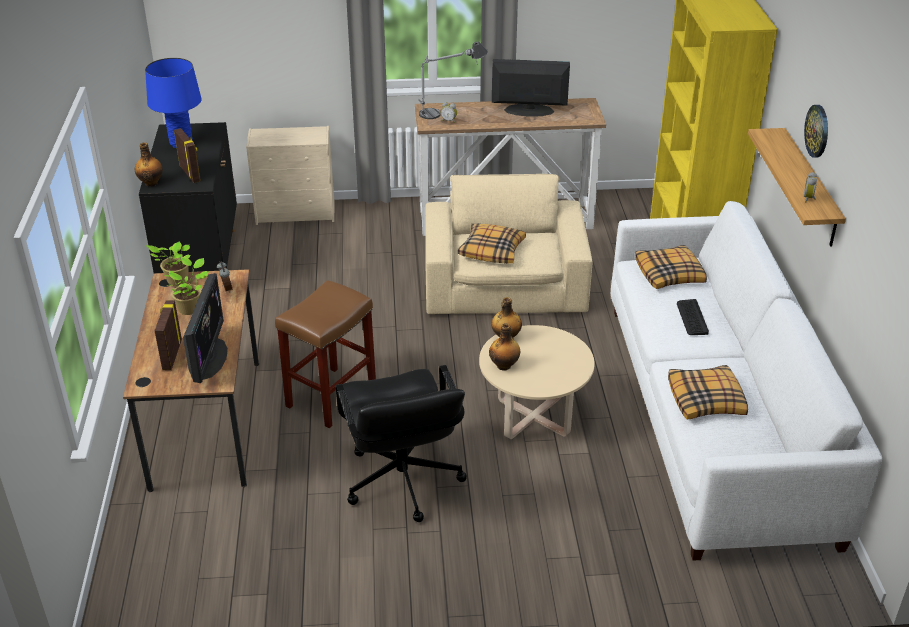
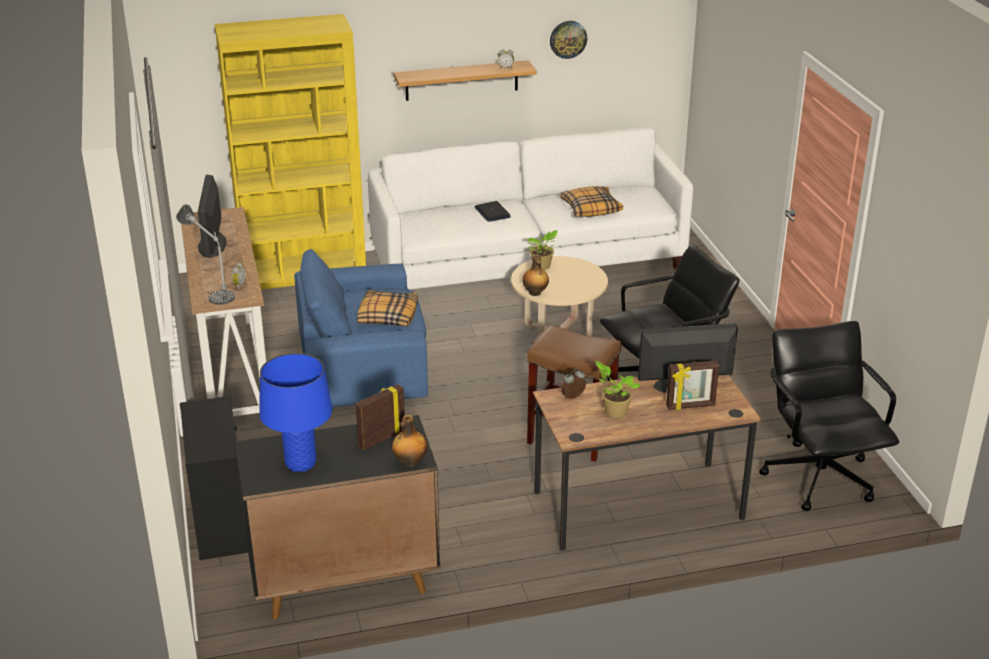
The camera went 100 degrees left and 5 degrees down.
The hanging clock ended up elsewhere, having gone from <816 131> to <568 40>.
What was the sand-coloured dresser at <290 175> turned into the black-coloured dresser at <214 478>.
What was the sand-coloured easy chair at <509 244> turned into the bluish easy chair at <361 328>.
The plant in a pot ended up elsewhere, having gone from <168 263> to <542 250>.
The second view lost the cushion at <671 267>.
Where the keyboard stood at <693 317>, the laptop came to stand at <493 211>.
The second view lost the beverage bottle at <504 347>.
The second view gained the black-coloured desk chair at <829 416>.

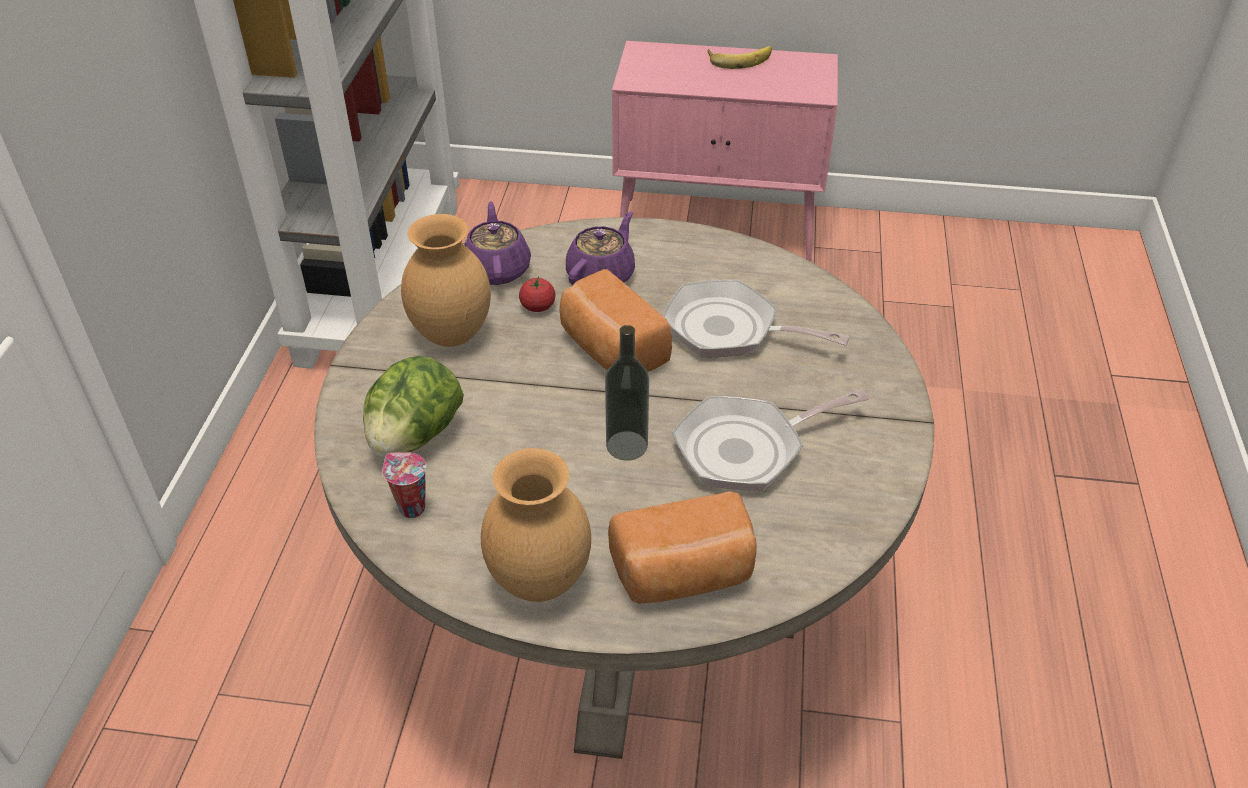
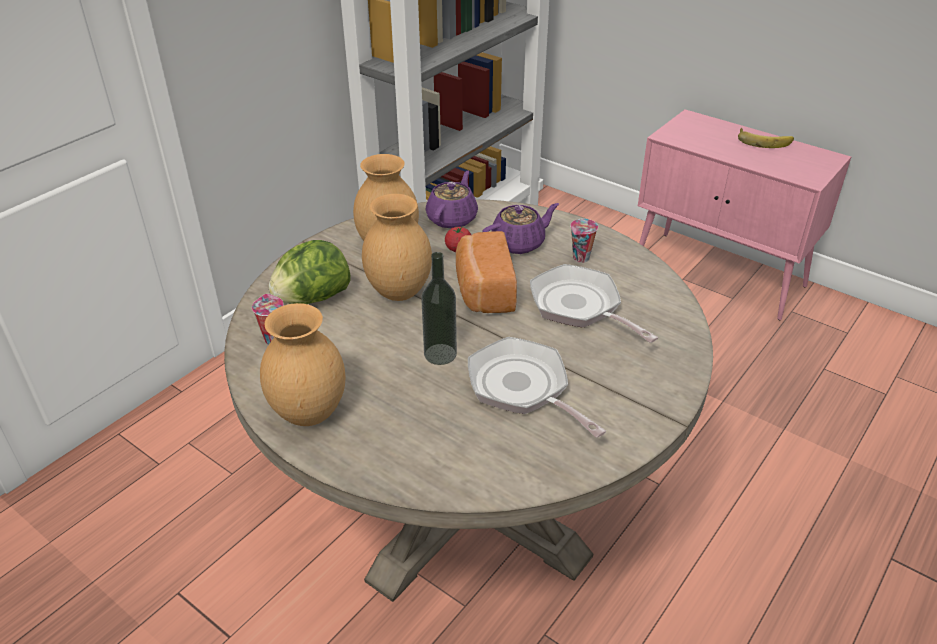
The camera went 30 degrees right and 5 degrees down.
The pan at <770 440> ended up facing another way, 45 degrees clockwise from before.
The second view lost the bakery bread at <682 547>.
The second view gained the brown decorative vase at <397 247>.
The second view gained the drinking cup at <584 241>.

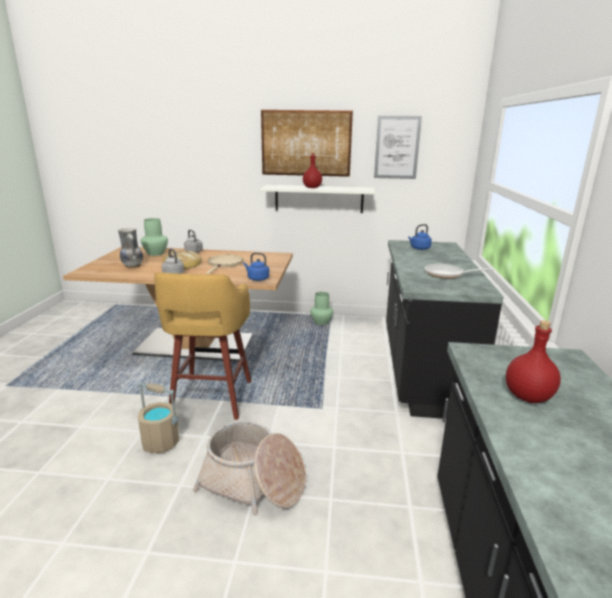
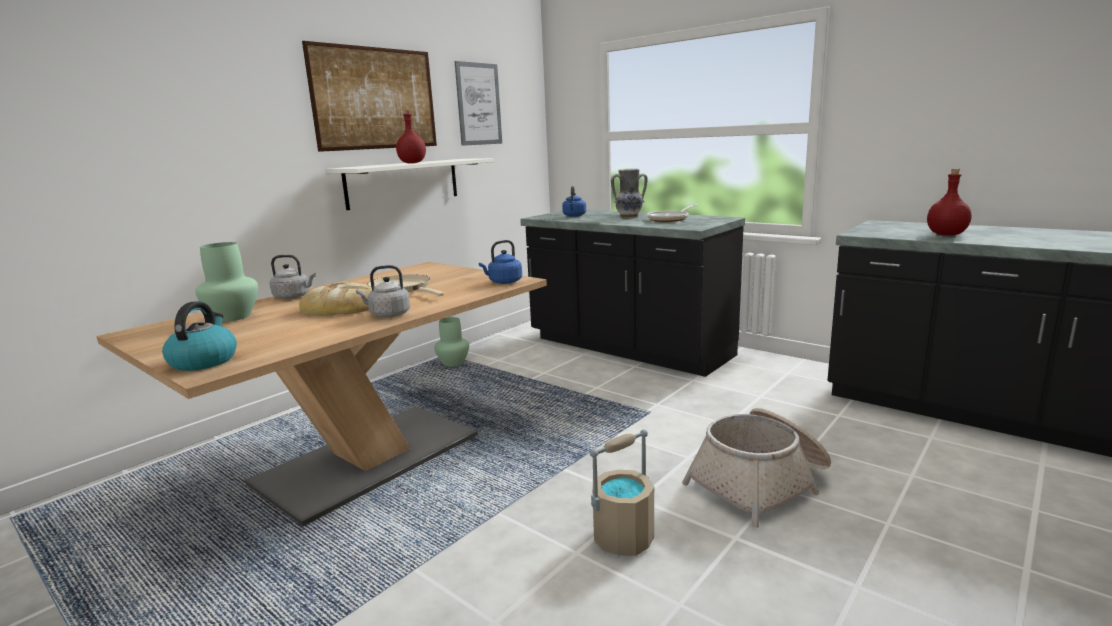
The camera went 55 degrees left and 5 degrees down.
The decorative vase ended up elsewhere, having gone from <130 248> to <629 193>.
The second view lost the yellow-coloured stool at <202 346>.
The second view gained the water kettle at <199 336>.

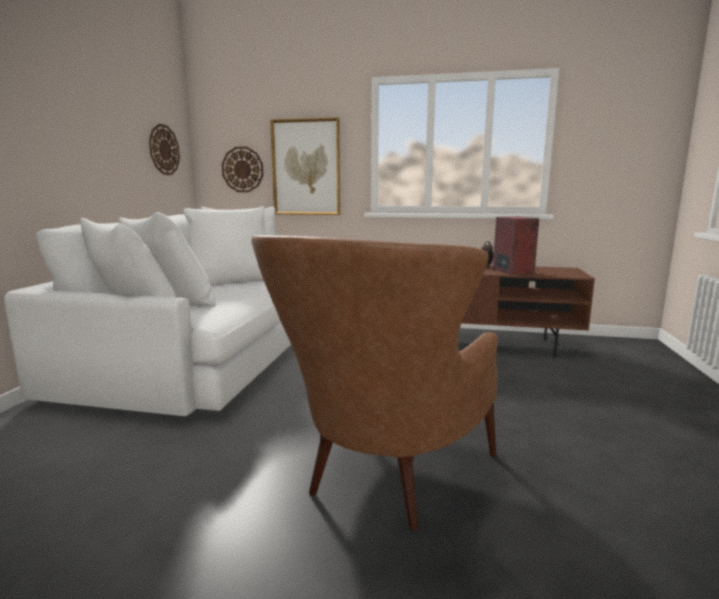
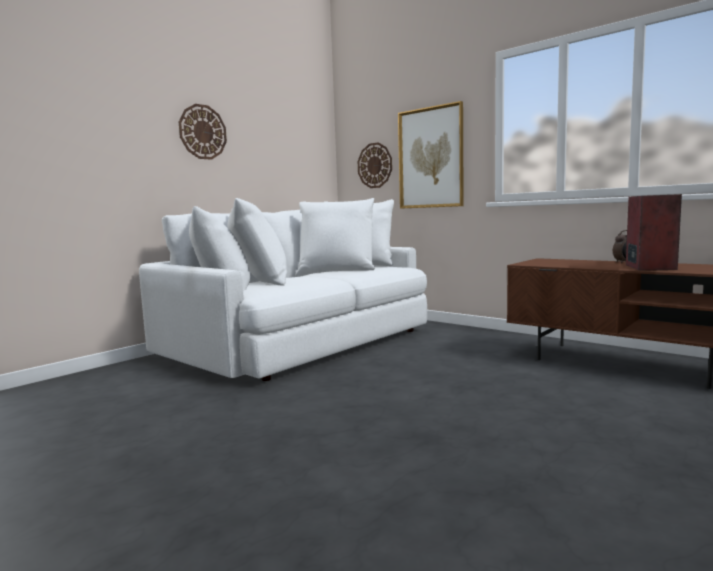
The camera went 30 degrees right and 5 degrees down.
The hanging clock ended up elsewhere, having gone from <164 149> to <203 132>.
The second view lost the brown easy chair at <374 383>.

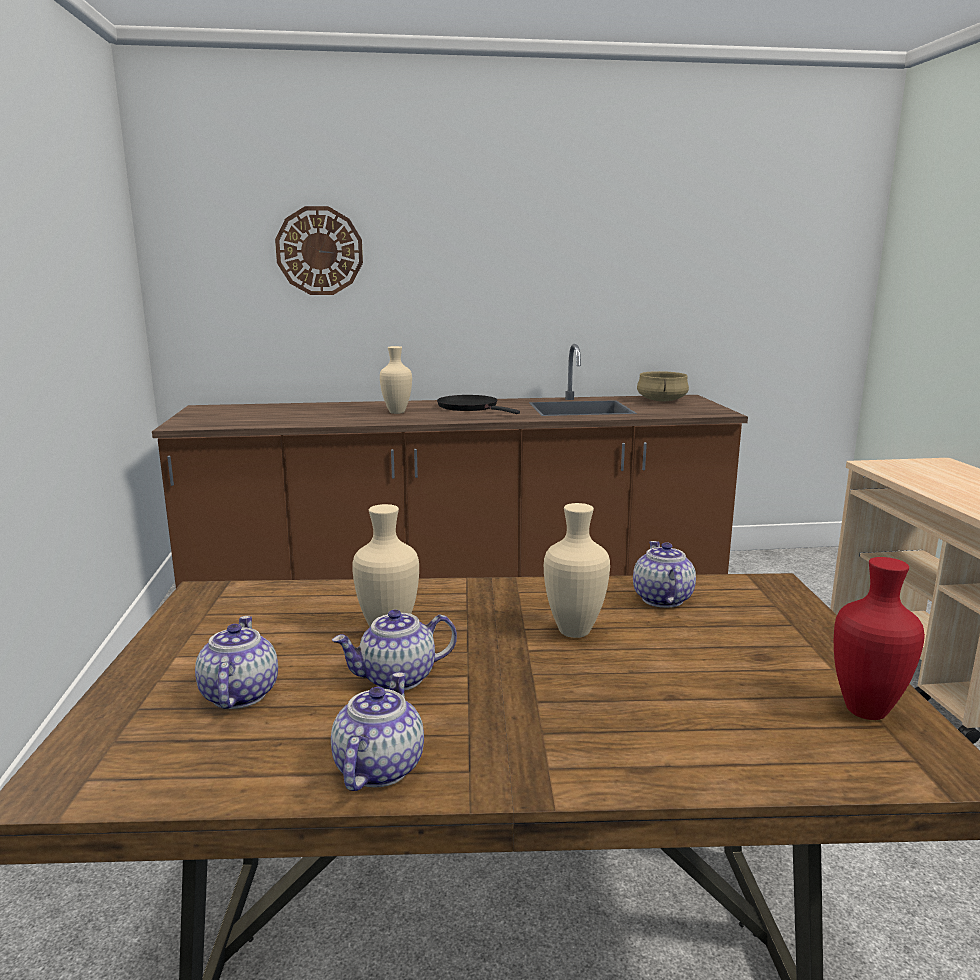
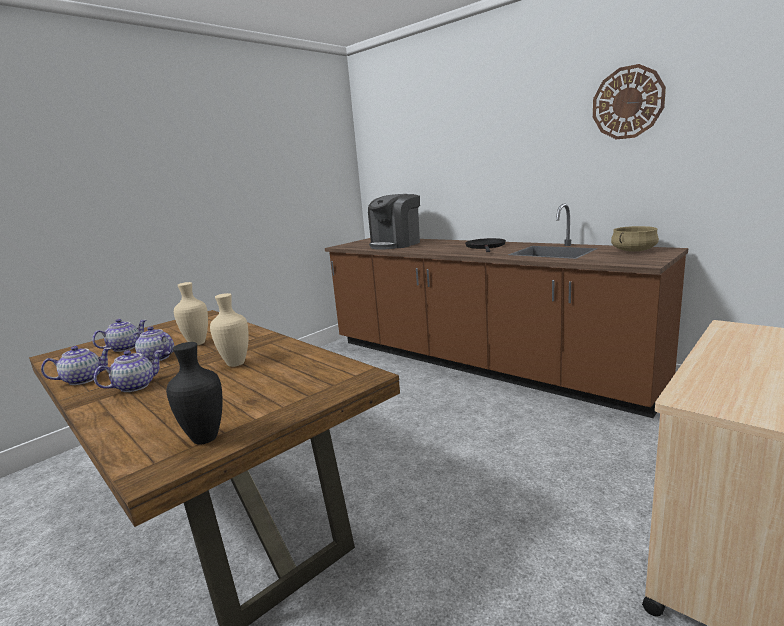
The camera went 50 degrees right and 0 degrees up.
The hanging clock ended up elsewhere, having gone from <319 250> to <629 102>.
The second view lost the sand-coloured decorative vase at <396 380>.
The pot for tea ended up elsewhere, having gone from <664 574> to <128 371>.
What was the red-coloured decorative vase at <879 638> turned into the black-coloured decorative vase at <194 393>.
The second view gained the coffee machine at <394 221>.

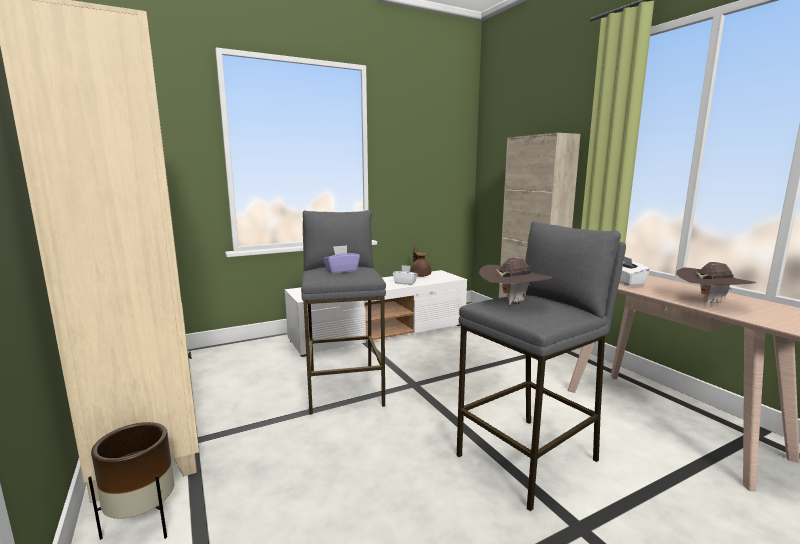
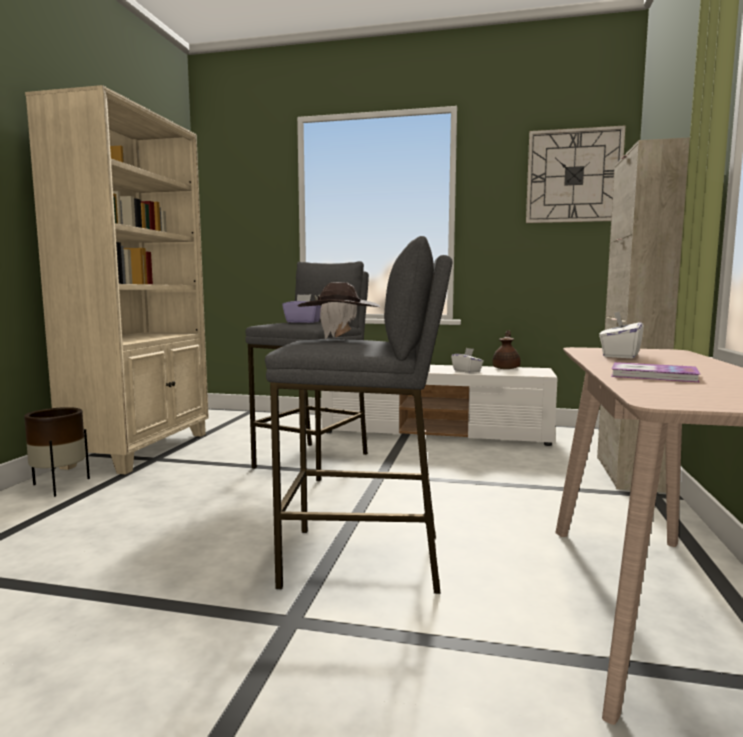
The camera went 40 degrees right and 5 degrees down.
Where the brown wearable hat stood at <716 283>, the book came to stand at <655 372>.
The second view gained the hanging clock at <576 174>.

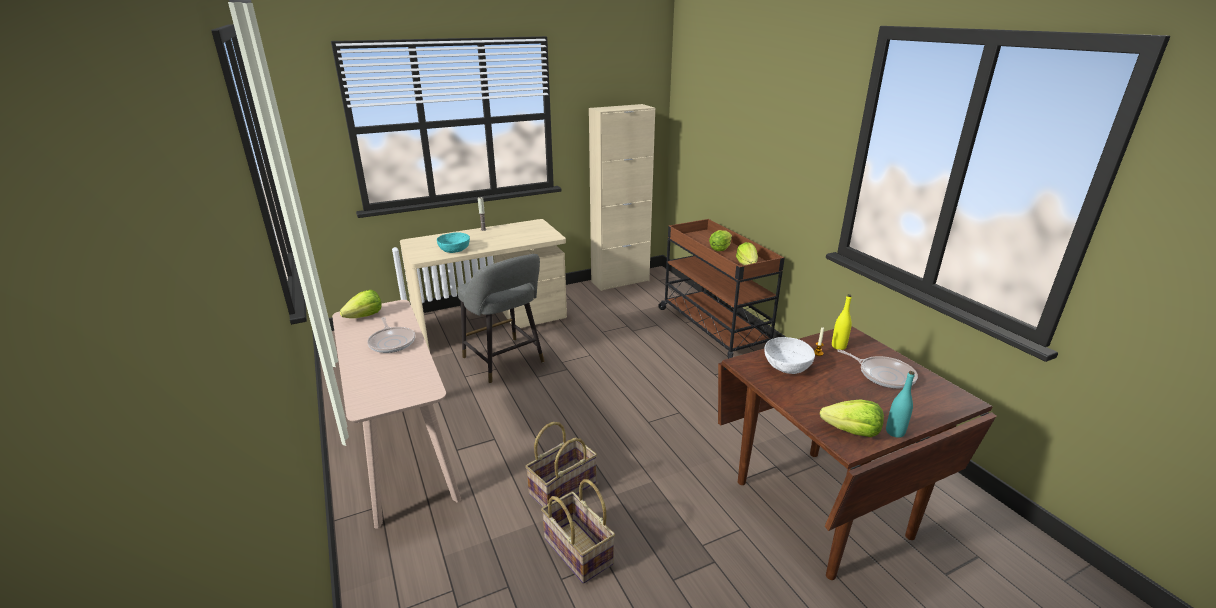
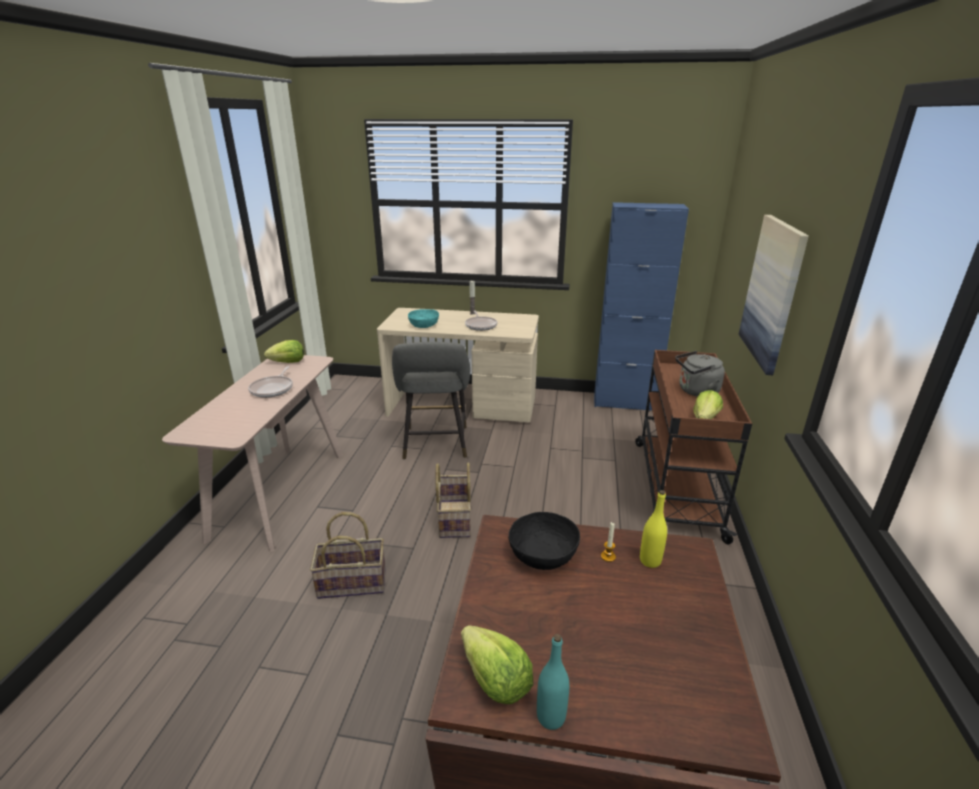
The camera went 35 degrees right and 0 degrees up.
What was the sand-coloured cabinet at <622 197> turned into the bluish cabinet at <641 306>.
Where the lettuce head stood at <720 240>, the grey water kettle came to stand at <700 374>.
What was the whitish serving bowl at <789 355> turned into the black-coloured serving bowl at <544 541>.
The pan ended up elsewhere, having gone from <877 368> to <481 320>.
The basket ended up elsewhere, having gone from <578 531> to <453 500>.
The second view gained the wall art at <774 295>.

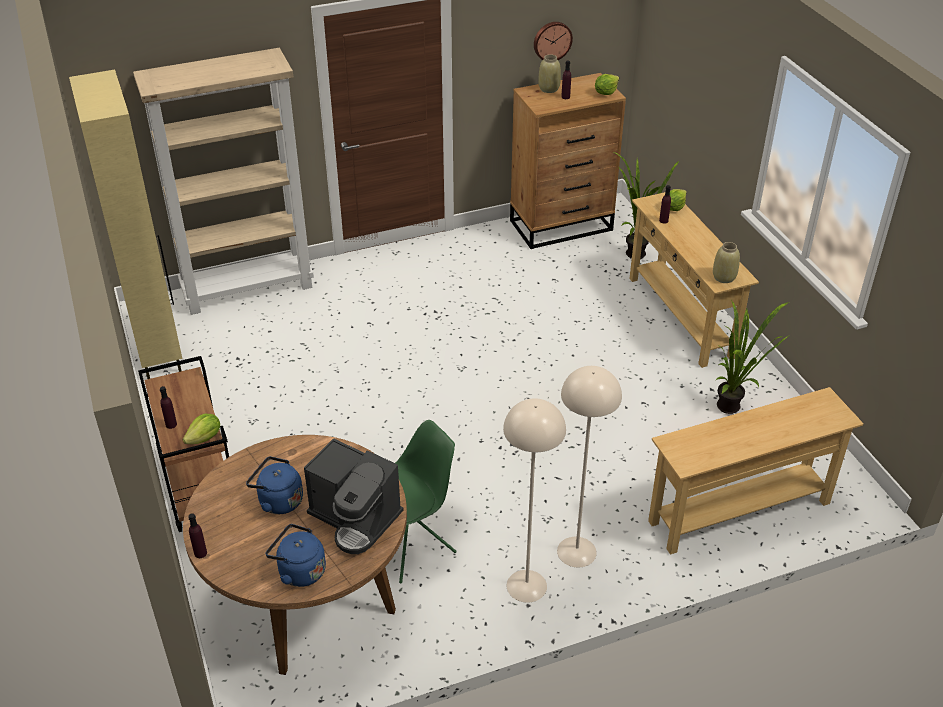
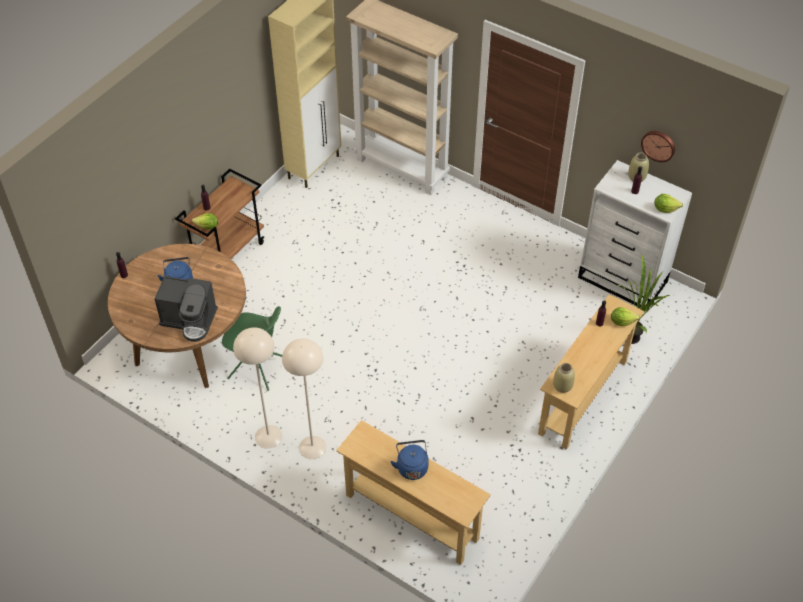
The camera went 55 degrees right and 10 degrees up.
What was the brown dresser at <568 161> turned into the whitish dresser at <635 234>.
The second view lost the plant in a pot at <752 357>.
The coffee machine at <353 496> ended up facing another way, 75 degrees counterclockwise from before.
The bluish water kettle ended up elsewhere, having gone from <296 555> to <409 460>.

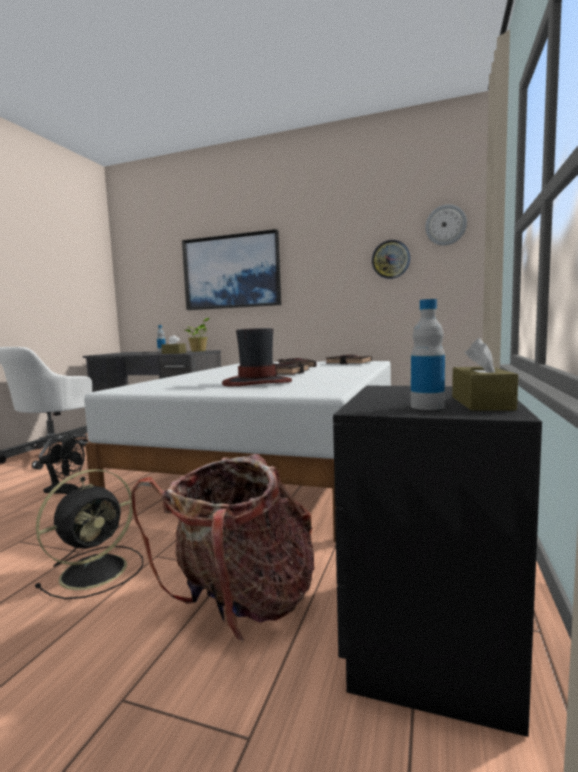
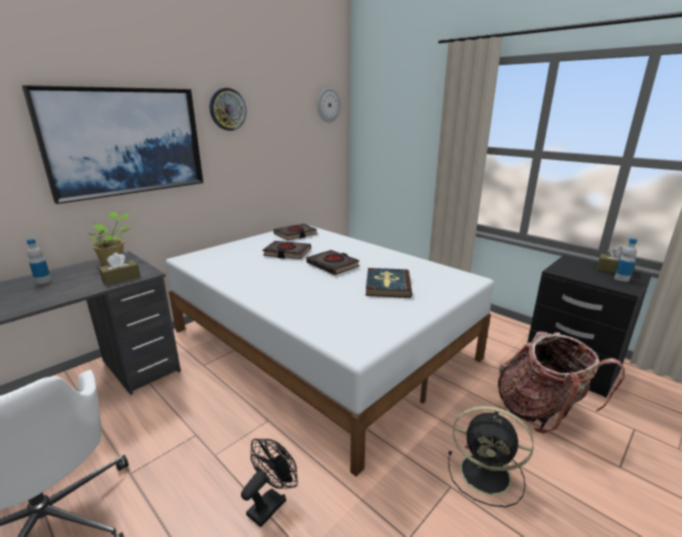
The camera went 65 degrees left and 15 degrees up.
The hanging clock ended up elsewhere, having gone from <391 259> to <228 109>.
Where the wearable hat stood at <257 357>, the book came to stand at <389 283>.
The black-coloured cooling fan at <89 534> ended up facing another way, 135 degrees clockwise from before.

